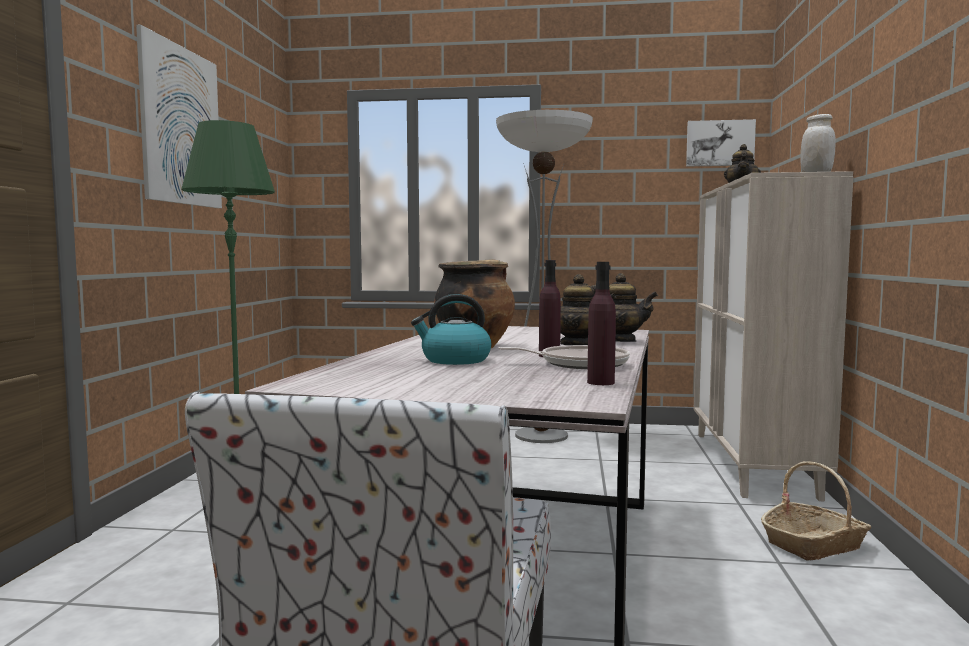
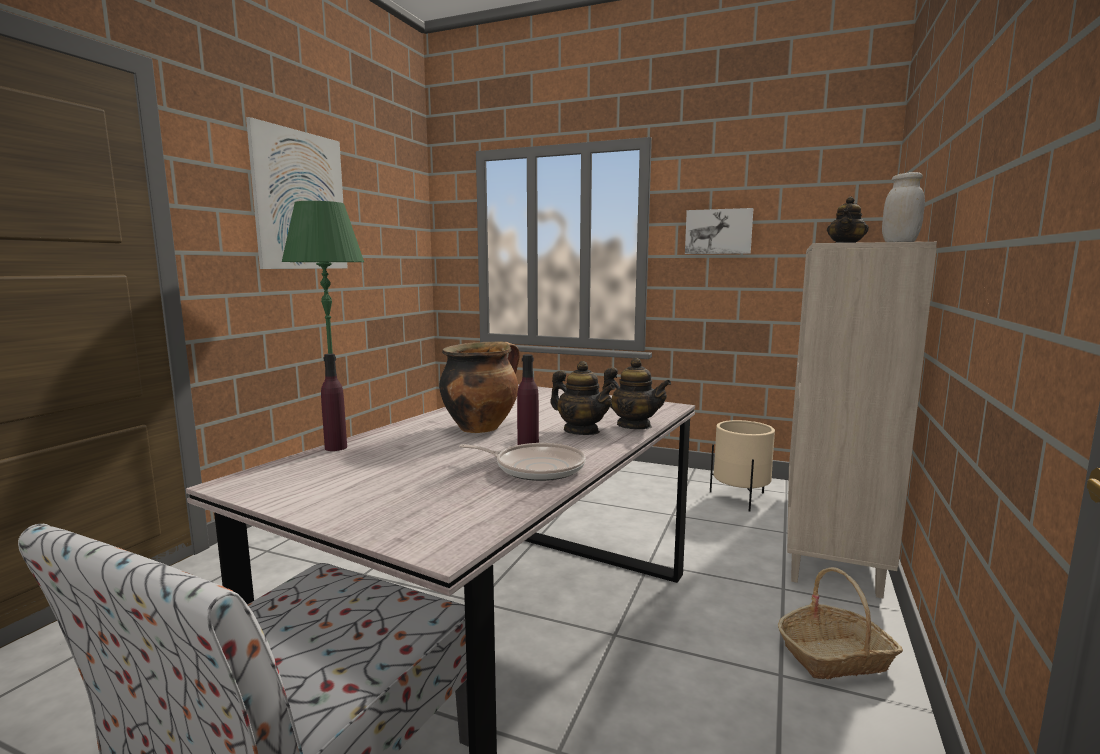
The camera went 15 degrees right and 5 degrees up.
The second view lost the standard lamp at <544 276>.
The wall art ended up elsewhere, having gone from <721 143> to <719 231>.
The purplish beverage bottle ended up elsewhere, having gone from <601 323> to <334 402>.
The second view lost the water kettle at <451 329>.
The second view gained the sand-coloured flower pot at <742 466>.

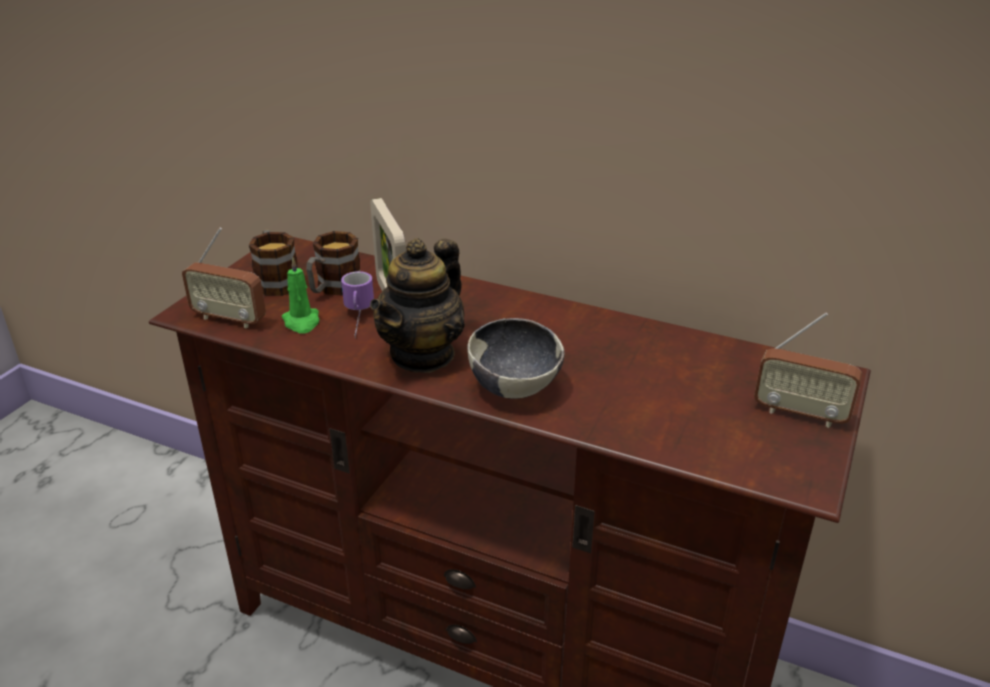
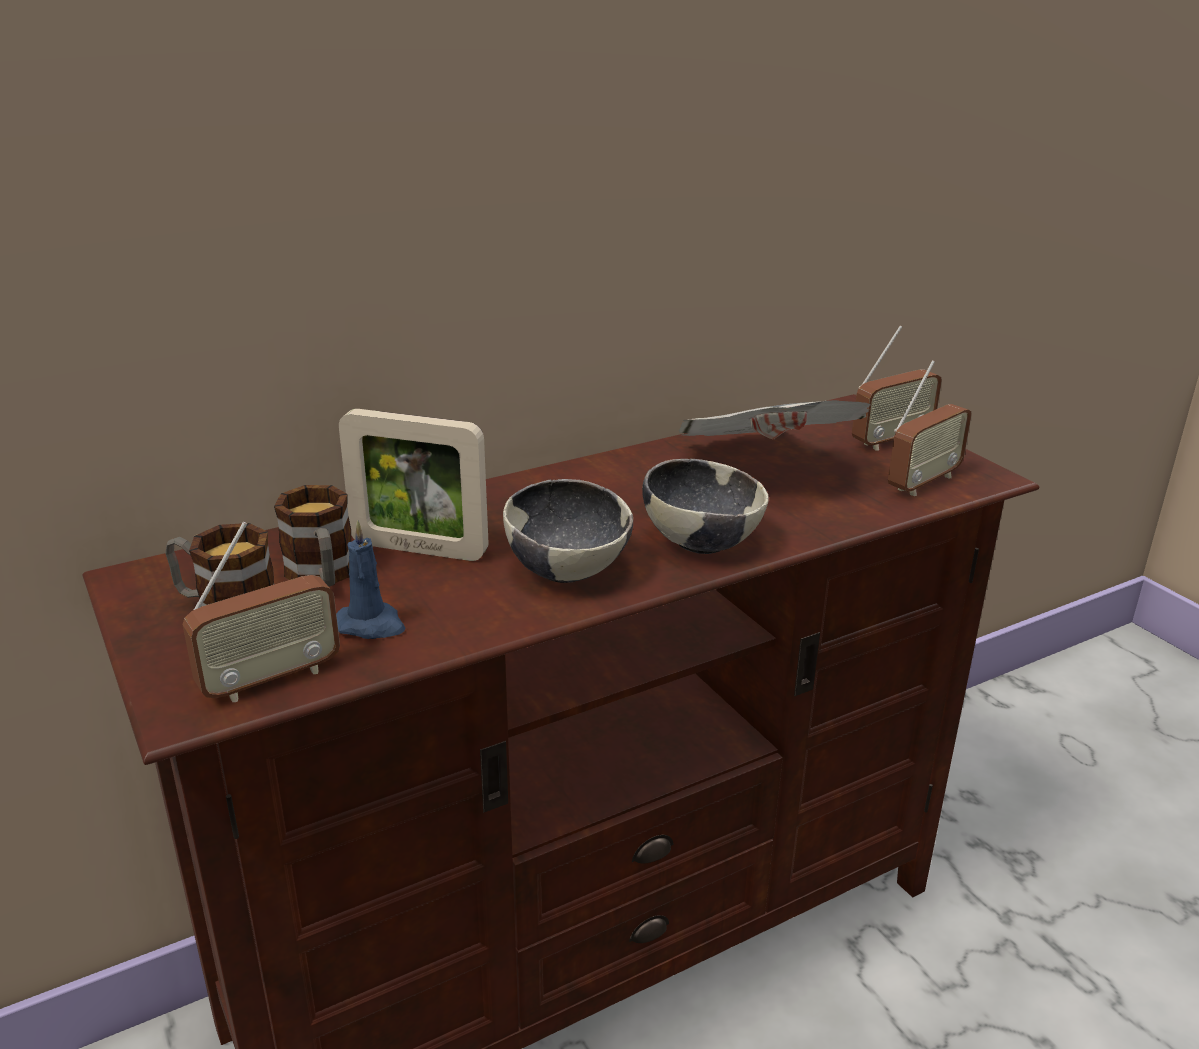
The camera went 55 degrees left and 5 degrees down.
Where the pot for tea stood at <417 305>, the serving bowl came to stand at <568 531>.
What was the green wax candle at <301 295> turned into the bluish wax candle at <370 580>.
The second view lost the coffee mug at <357 304>.
The second view gained the radio at <930 428>.
The second view gained the printed paper at <775 419>.

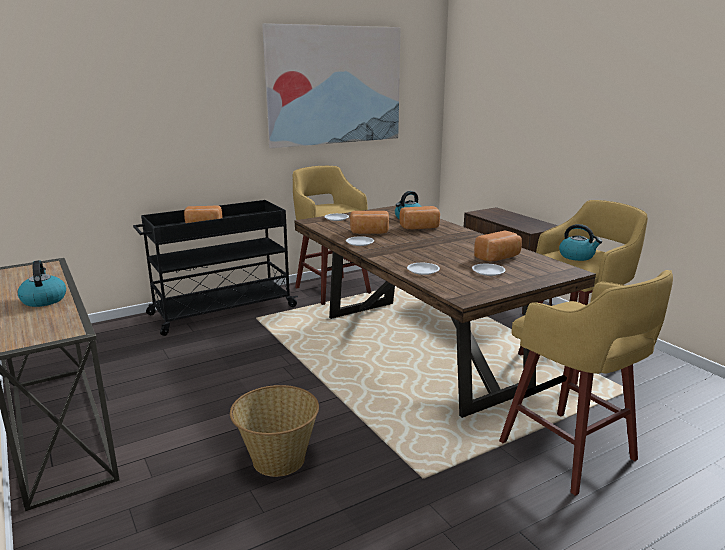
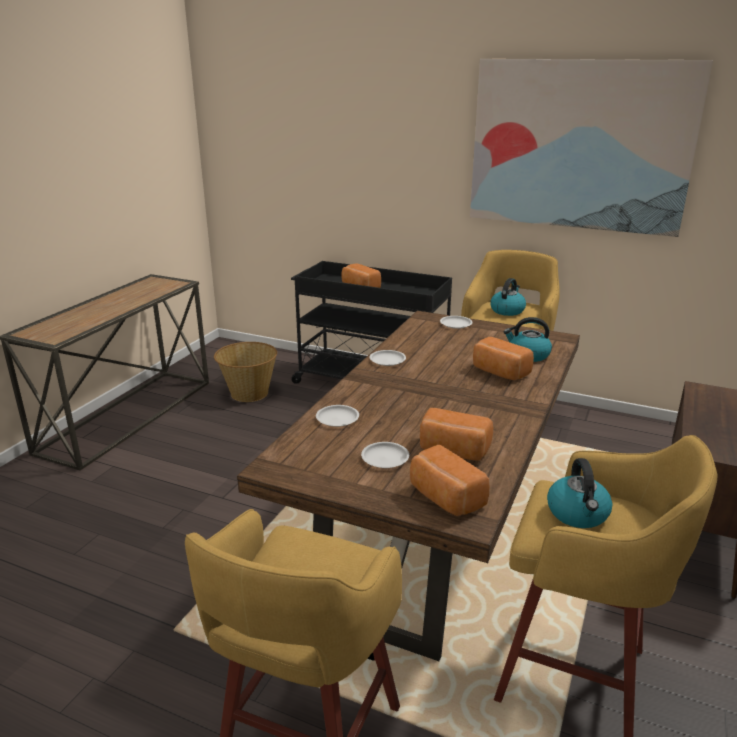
The camera went 55 degrees right and 5 degrees up.
The bakery bread ended up elsewhere, having gone from <369 222> to <450 480>.
The water kettle ended up elsewhere, having gone from <41 283> to <508 297>.
The basket ended up elsewhere, having gone from <274 431> to <245 372>.

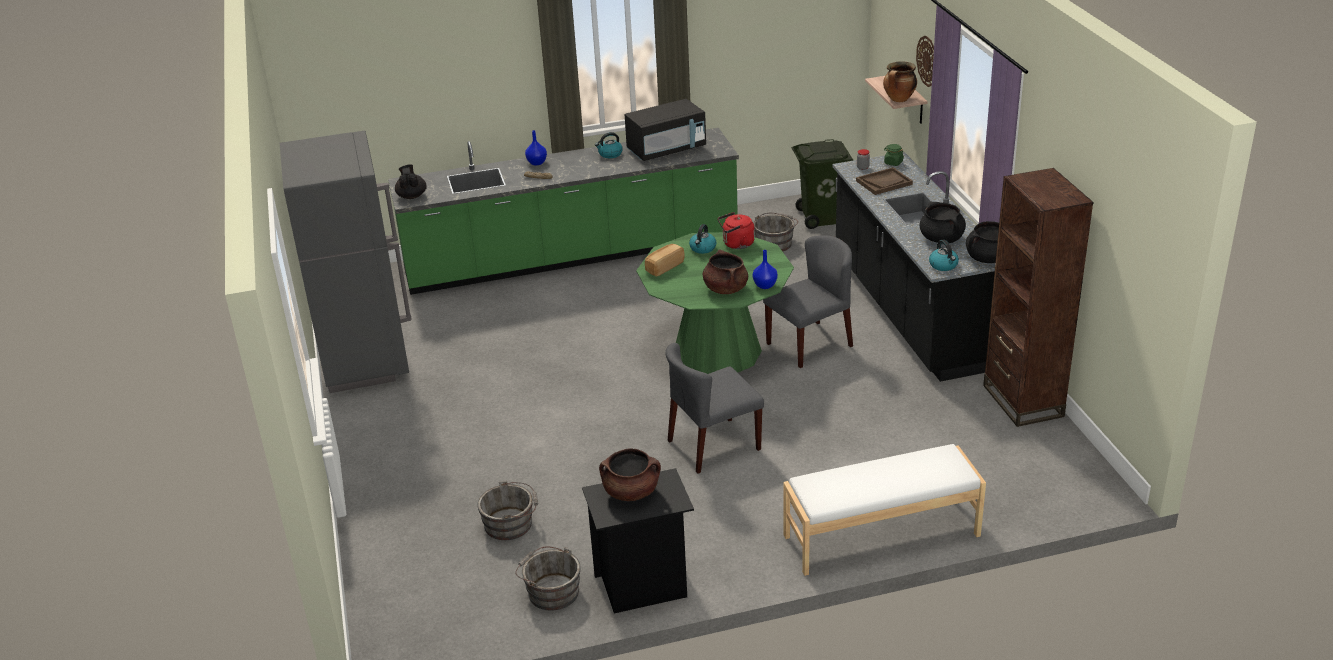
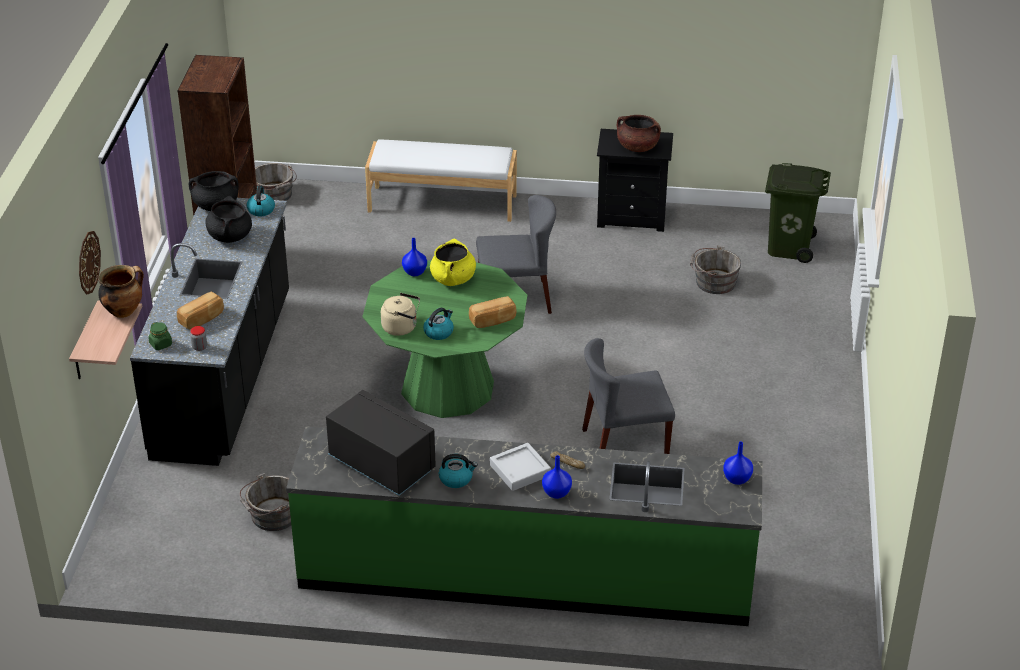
The camera went 160 degrees left and 5 degrees up.
The black-coloured microwave at <665 130> ended up facing another way, 45 degrees clockwise from before.
The second view lost the grey kitchen fridge at <346 262>.
The green rubbish bin ended up elsewhere, having gone from <822 184> to <798 213>.
Where the black-coloured pot for tea stood at <411 181>, the bluish decorative vase came to stand at <738 463>.
Where the brown serving tray stood at <884 181>, the bakery bread came to stand at <200 311>.
What was the red-coloured water kettle at <736 230> turned into the sand-coloured water kettle at <400 314>.
The grey plain chair ended up elsewhere, having gone from <808 301> to <628 396>.
What was the brown saucepot at <725 271> turned into the yellow-coloured saucepot at <453 262>.
The grey pail ended up elsewhere, having gone from <548 578> to <276 182>.
The second view gained the grey serving tray at <520 467>.

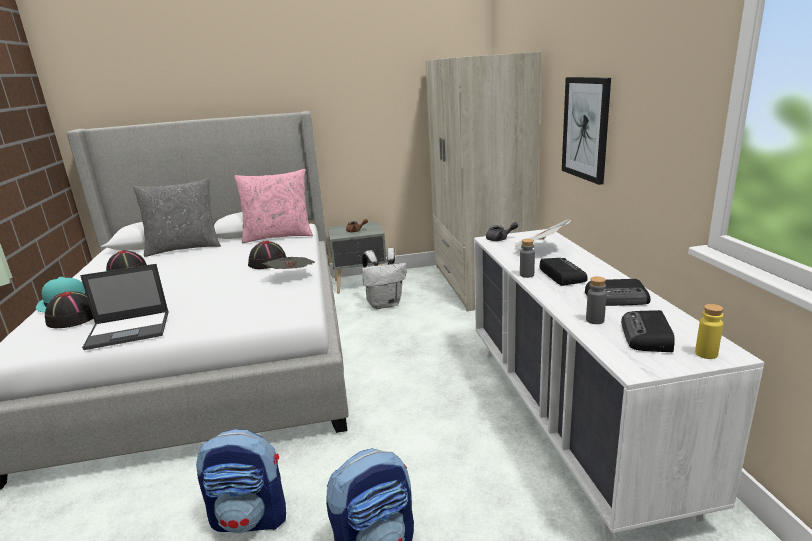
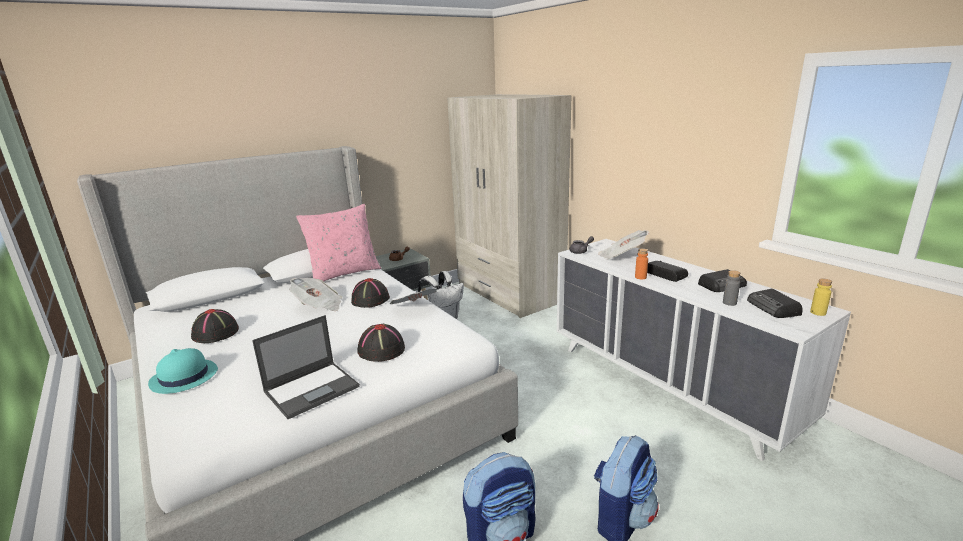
The camera went 25 degrees left and 0 degrees up.
The second view lost the wall art at <586 131>.
The second view lost the grey cushion at <177 217>.
What was the grey beverage bottle at <527 258> turned into the orangey beverage bottle at <641 264>.
The black-coloured wearable hat ended up elsewhere, having gone from <69 310> to <381 343>.
The second view gained the printed paper at <315 294>.

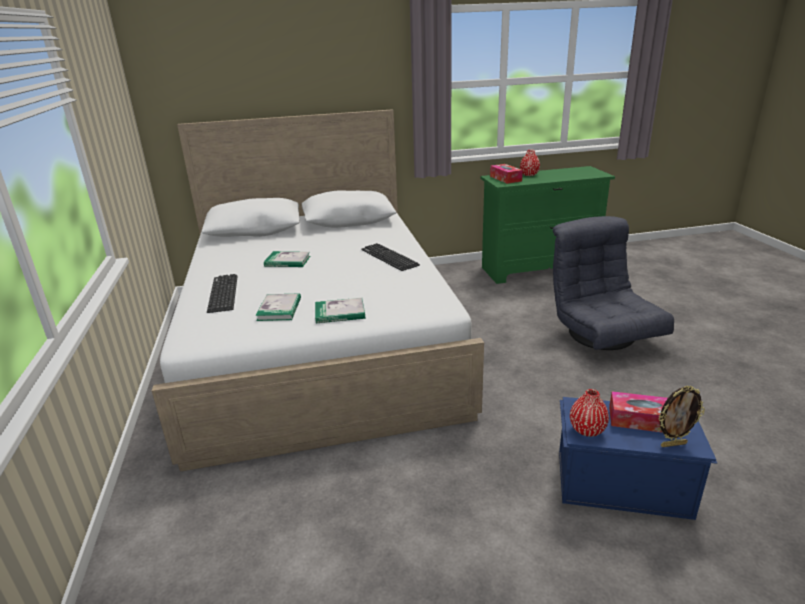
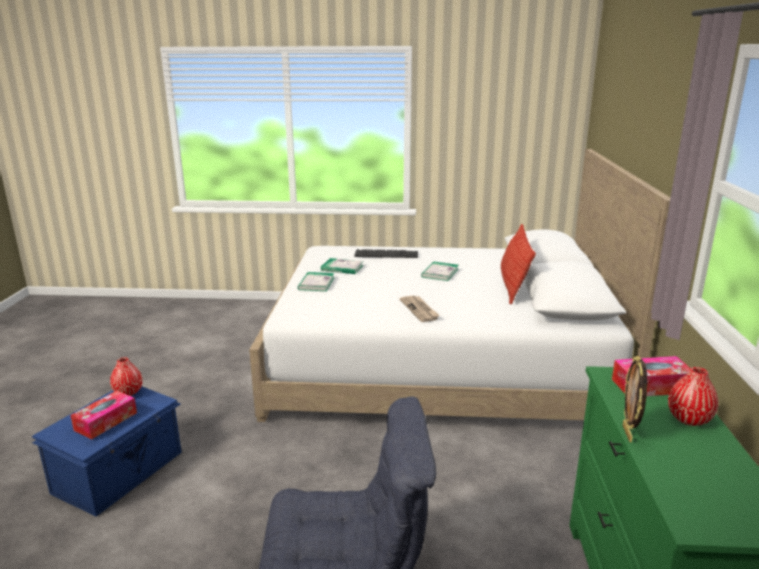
The camera went 105 degrees right and 5 degrees down.
Where the keyboard stood at <390 257>, the printed paper came to stand at <419 308>.
The standing frame ended up elsewhere, having gone from <681 416> to <635 399>.
The second view gained the cushion at <518 264>.

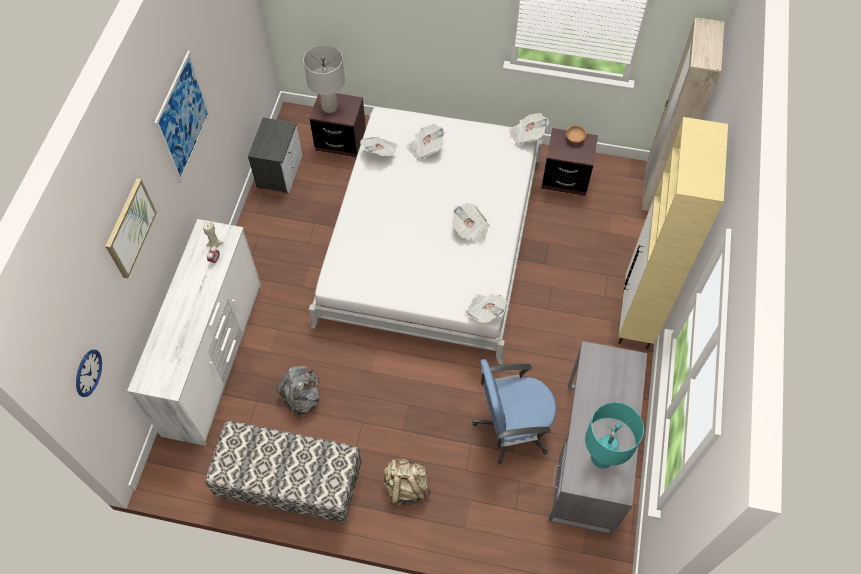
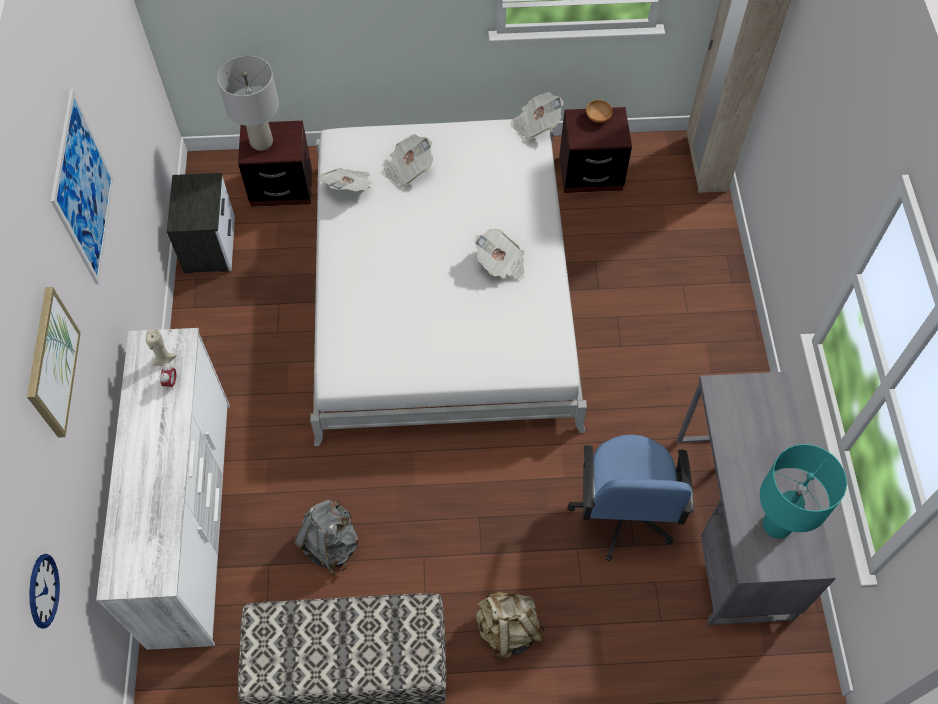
The camera went 15 degrees left and 0 degrees up.
The second view lost the sand-coloured cabinet at <673 233>.
The second view lost the printed paper at <487 308>.
The bluish desk chair at <514 411> ended up facing another way, 60 degrees counterclockwise from before.

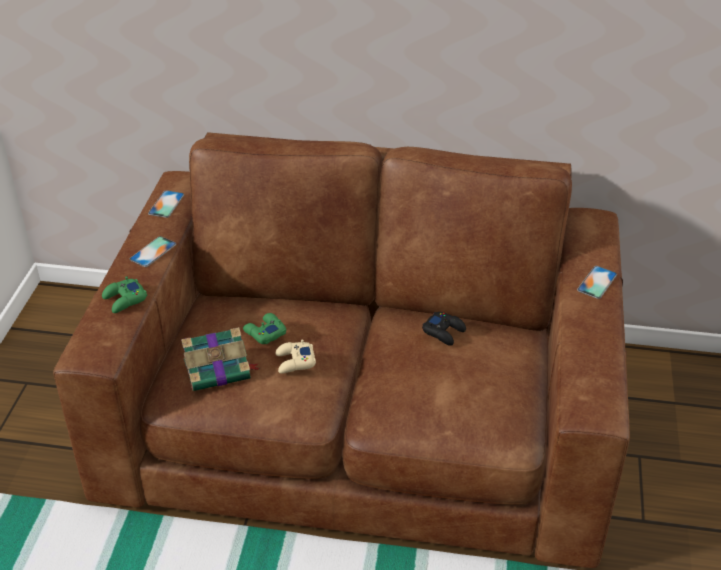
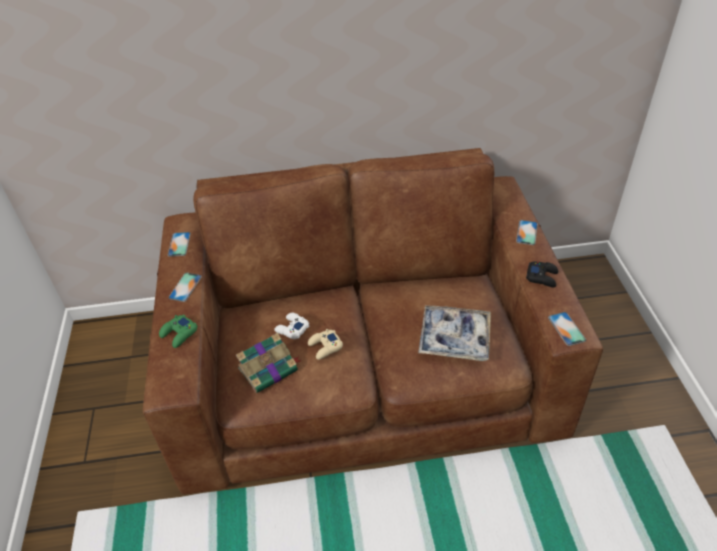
The camera went 15 degrees left and 5 degrees up.
The black-coloured joypad ended up elsewhere, having gone from <444 329> to <542 274>.
What was the green joypad at <264 328> turned into the whitish joypad at <291 326>.
The second view gained the serving tray at <454 333>.
The second view gained the phone at <567 329>.

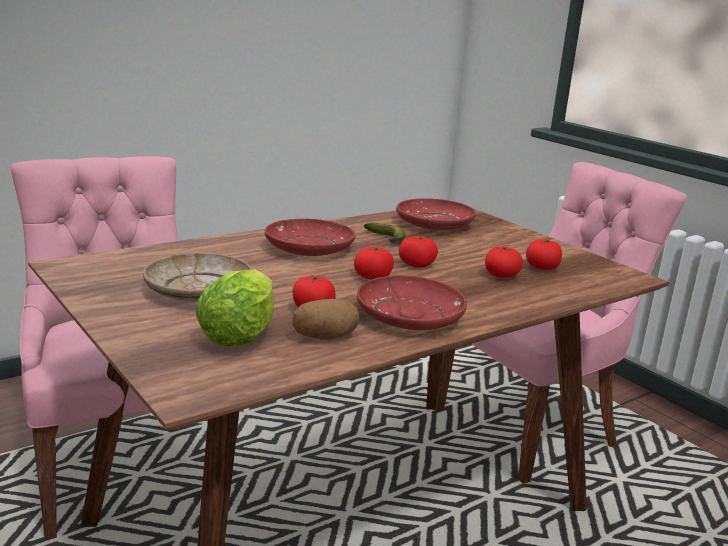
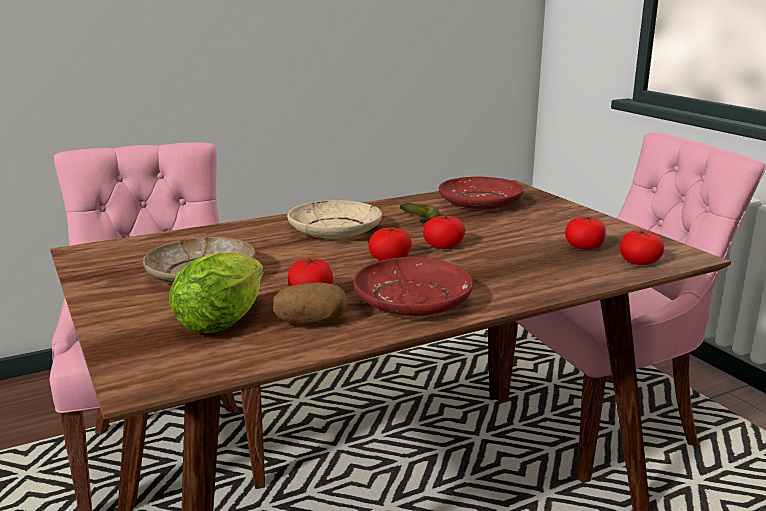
The camera went 10 degrees right and 0 degrees up.
What was the red-coloured flat dish at <310 237> turned into the sand-coloured flat dish at <334 219>.
The fresh tomato ended up elsewhere, having gone from <504 262> to <642 247>.

